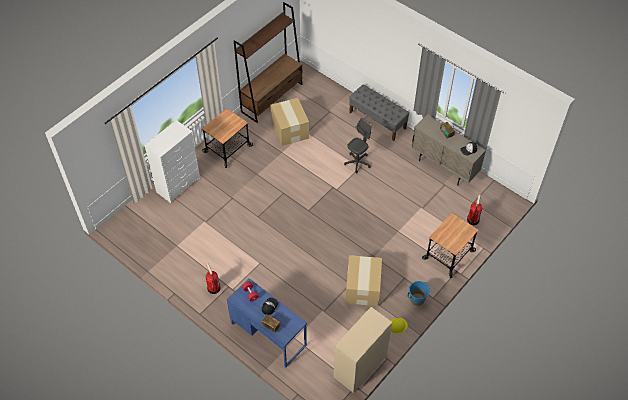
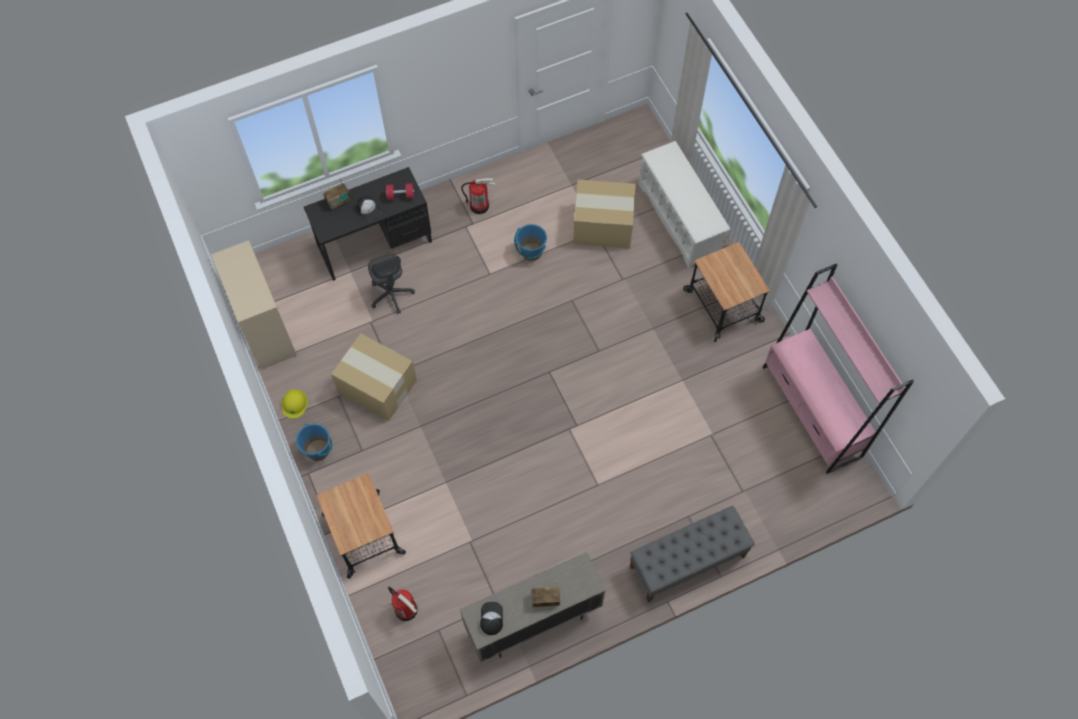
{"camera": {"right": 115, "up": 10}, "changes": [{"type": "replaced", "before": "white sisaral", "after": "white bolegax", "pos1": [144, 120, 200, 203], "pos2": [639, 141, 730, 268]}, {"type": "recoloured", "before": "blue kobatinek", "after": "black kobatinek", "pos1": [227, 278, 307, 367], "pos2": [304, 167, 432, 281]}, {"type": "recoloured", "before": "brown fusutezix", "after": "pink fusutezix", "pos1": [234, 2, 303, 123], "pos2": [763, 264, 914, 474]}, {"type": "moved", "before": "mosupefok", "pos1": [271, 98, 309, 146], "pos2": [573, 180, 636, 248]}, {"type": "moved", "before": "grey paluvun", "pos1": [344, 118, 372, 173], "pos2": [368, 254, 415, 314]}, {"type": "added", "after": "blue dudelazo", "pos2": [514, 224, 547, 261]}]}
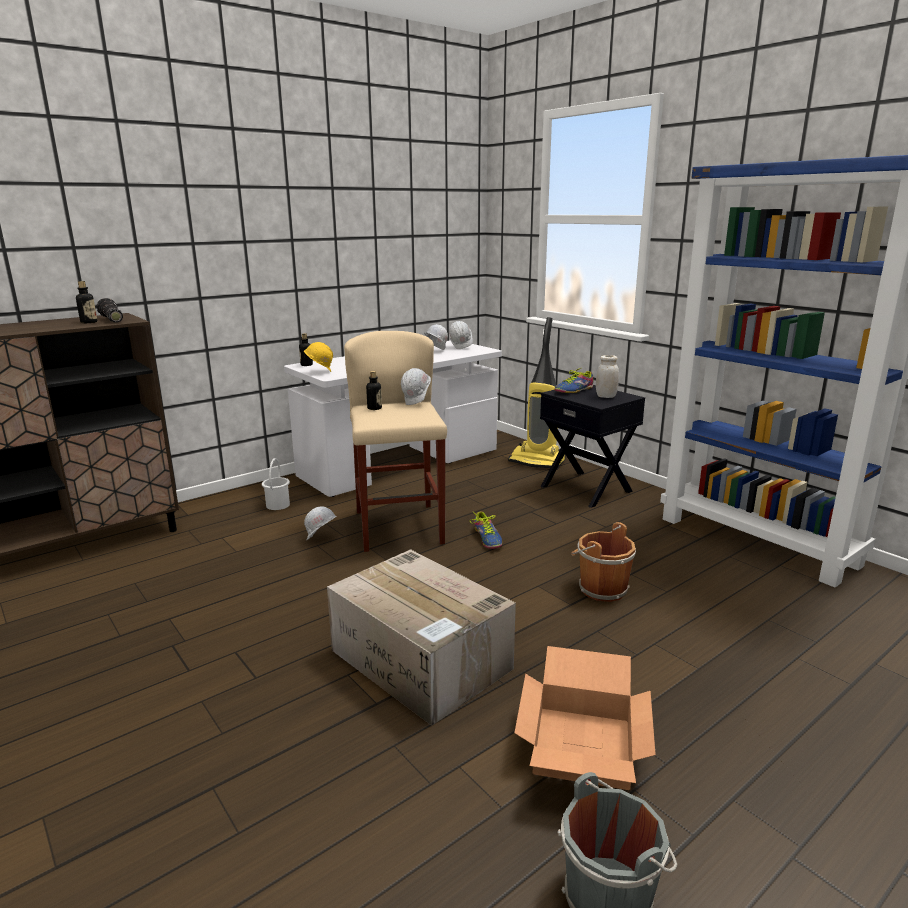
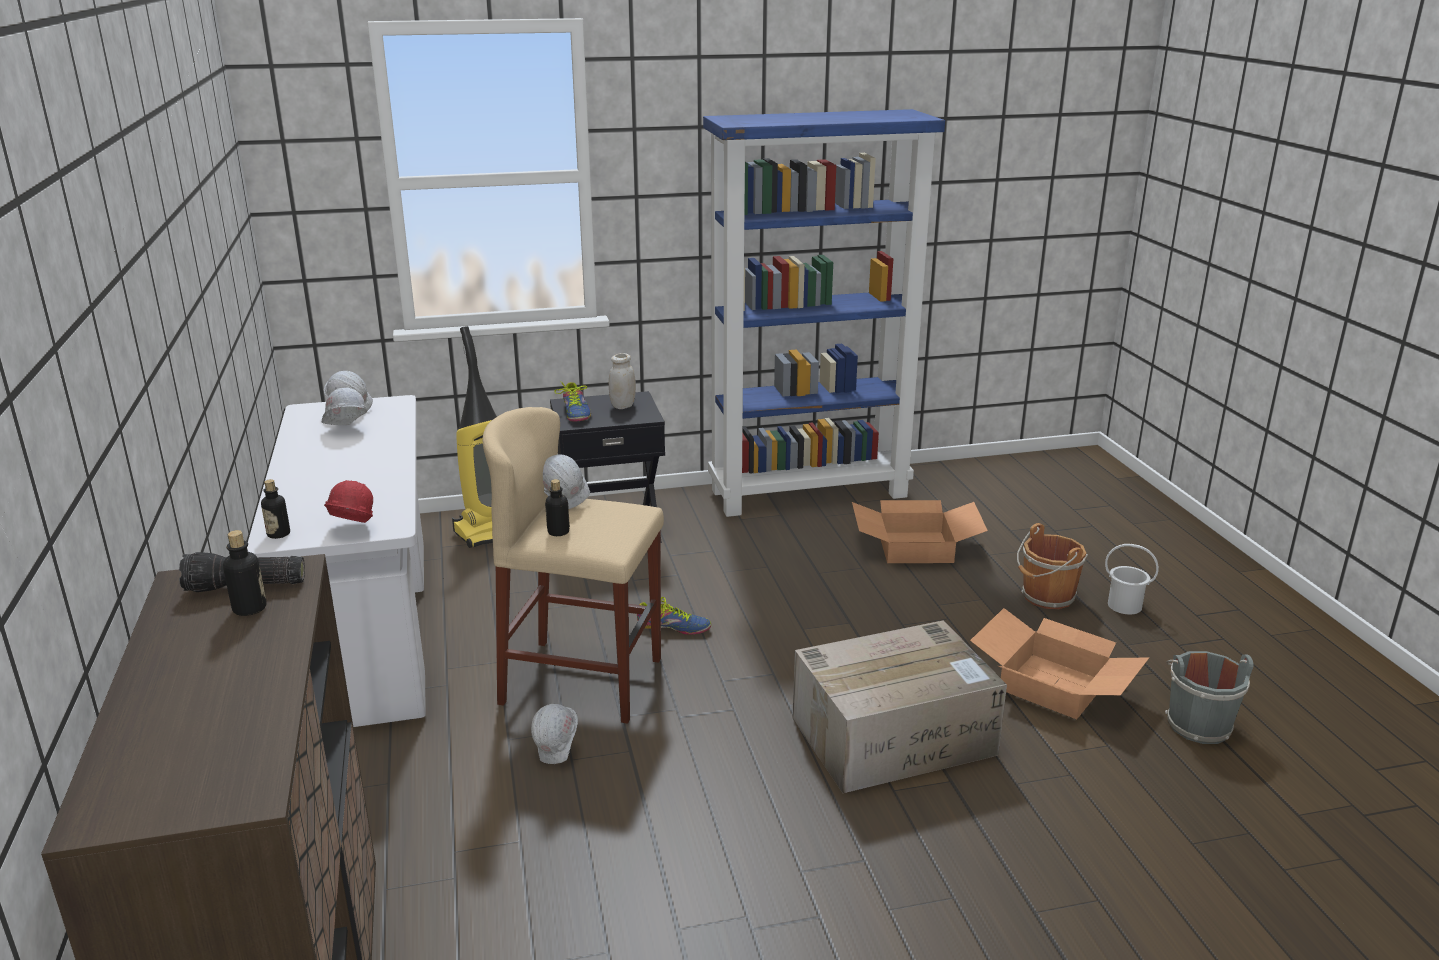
{"camera": {"right": -65, "up": 5}, "changes": [{"type": "moved", "before": "white dudelazo", "pos1": [262, 458, 290, 510], "pos2": [1105, 544, 1159, 615]}, {"type": "recoloured", "before": "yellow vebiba", "after": "red vebiba", "pos1": [304, 342, 333, 372], "pos2": [324, 480, 373, 523]}, {"type": "moved", "before": "brown dudelazo", "pos1": [571, 522, 636, 602], "pos2": [1017, 523, 1088, 609]}, {"type": "added", "after": "mosupefok", "pos2": [852, 500, 988, 563]}]}
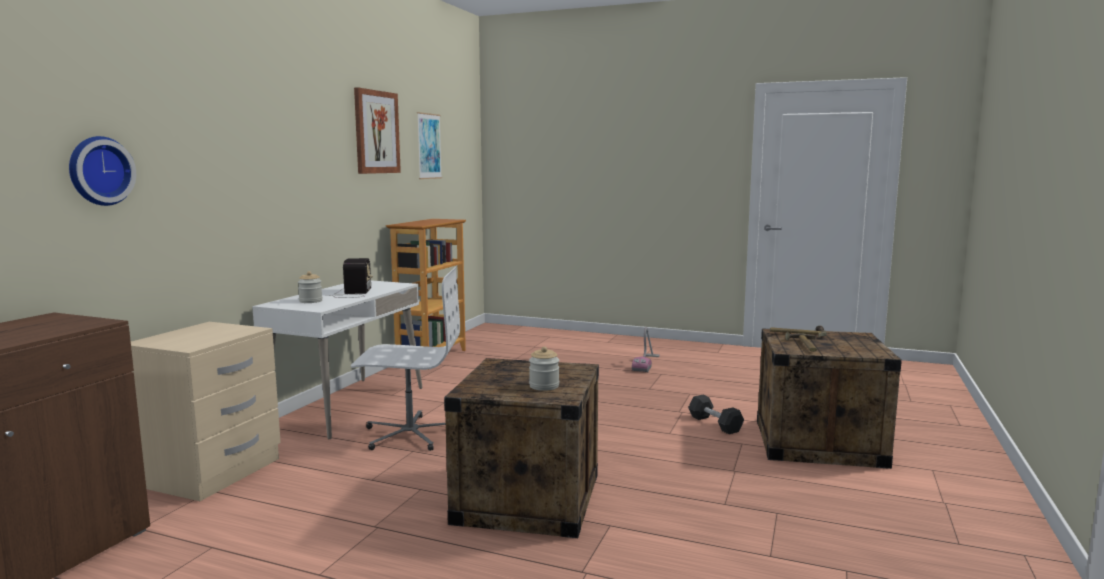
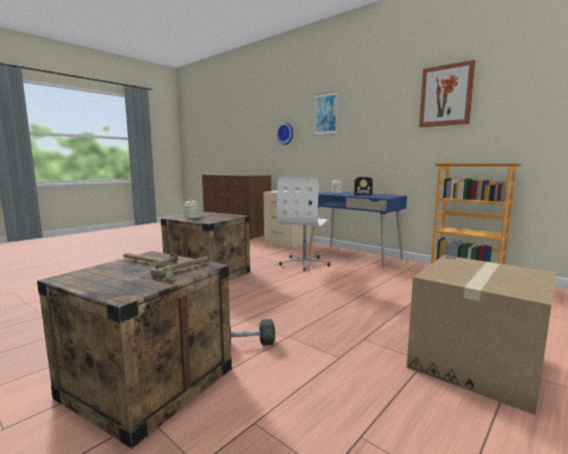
{"camera": {"right": 110, "up": 0}, "changes": [{"type": "recoloured", "before": "white kobatinek", "after": "blue kobatinek", "pos1": [252, 280, 422, 439], "pos2": [309, 191, 407, 269]}, {"type": "moved", "before": "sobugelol", "pos1": [417, 112, 442, 179], "pos2": [314, 91, 338, 136]}, {"type": "replaced", "before": "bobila", "after": "mosupefok", "pos1": [632, 327, 660, 372], "pos2": [407, 255, 556, 415]}]}
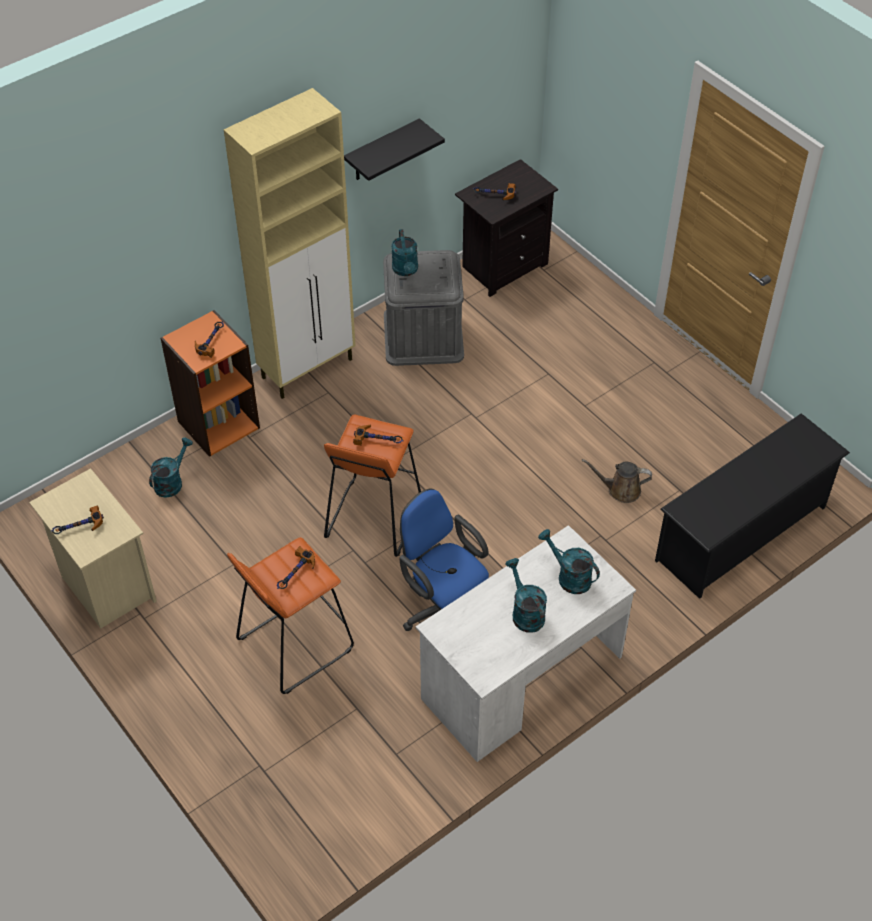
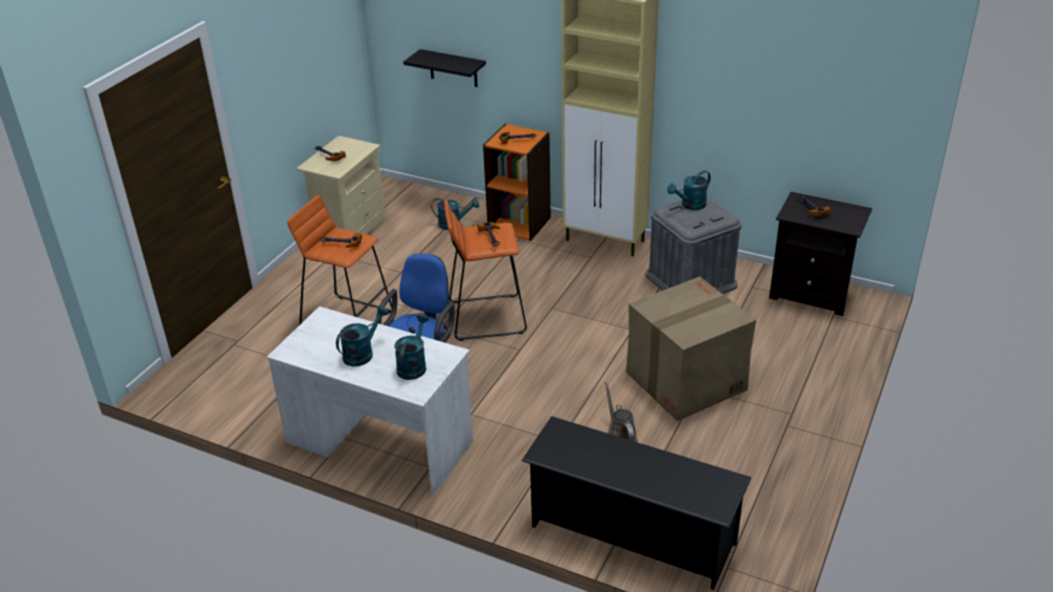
{"camera": {"right": 65, "up": -15}, "changes": [{"type": "moved", "before": "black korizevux", "pos1": [344, 118, 445, 181], "pos2": [403, 49, 486, 87]}, {"type": "added", "after": "mosupefok", "pos2": [626, 277, 756, 421]}]}
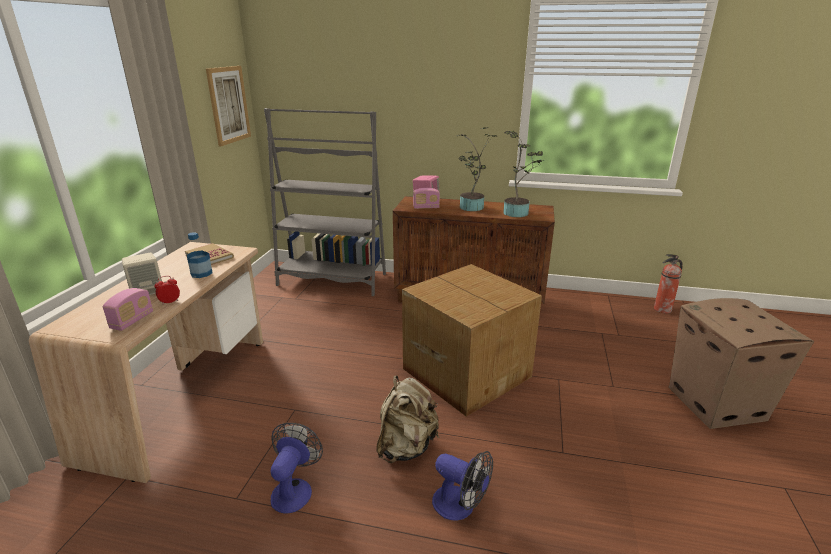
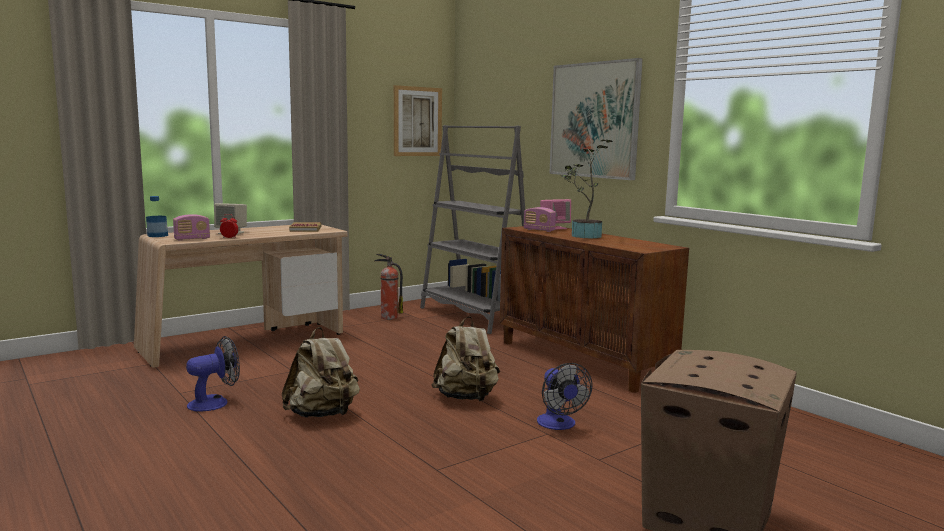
{"camera": {"right": 40, "up": -15}, "changes": [{"type": "moved", "before": "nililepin", "pos1": [187, 232, 212, 278], "pos2": [146, 196, 168, 237]}, {"type": "replaced", "before": "mosupefok", "after": "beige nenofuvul", "pos1": [402, 264, 542, 417], "pos2": [431, 316, 500, 401]}, {"type": "moved", "before": "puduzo", "pos1": [432, 451, 493, 521], "pos2": [537, 363, 592, 430]}, {"type": "removed", "before": "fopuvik", "pos1": [503, 131, 545, 217]}, {"type": "moved", "before": "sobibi", "pos1": [654, 254, 683, 314], "pos2": [374, 254, 403, 320]}, {"type": "added", "after": "sobugelol", "pos2": [549, 58, 643, 180]}]}
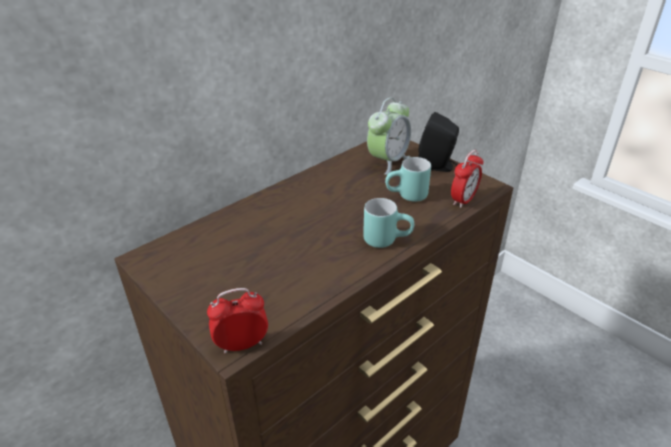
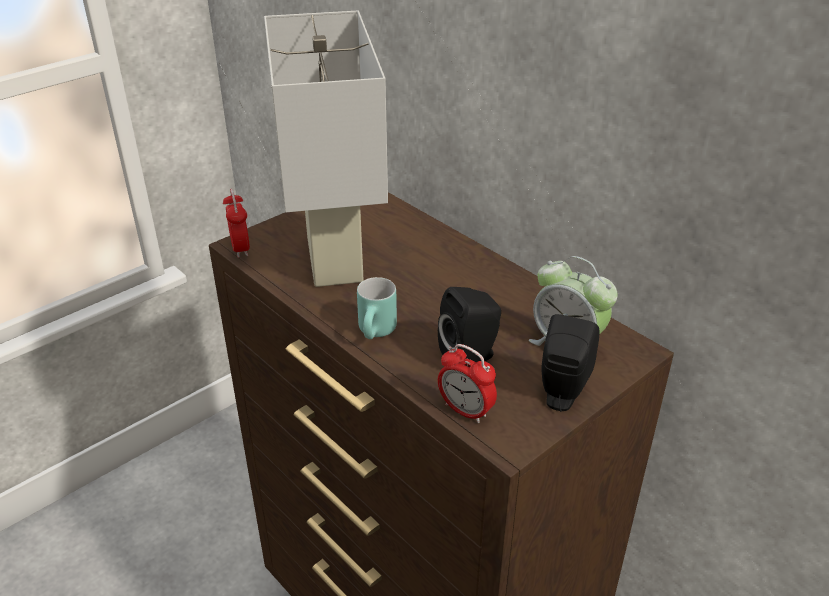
{"camera": {"right": 90, "up": 0}, "changes": [{"type": "replaced", "before": "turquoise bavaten", "after": "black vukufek", "pos1": [385, 157, 431, 202], "pos2": [438, 287, 501, 362]}, {"type": "added", "after": "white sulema", "pos2": [264, 11, 388, 287]}]}
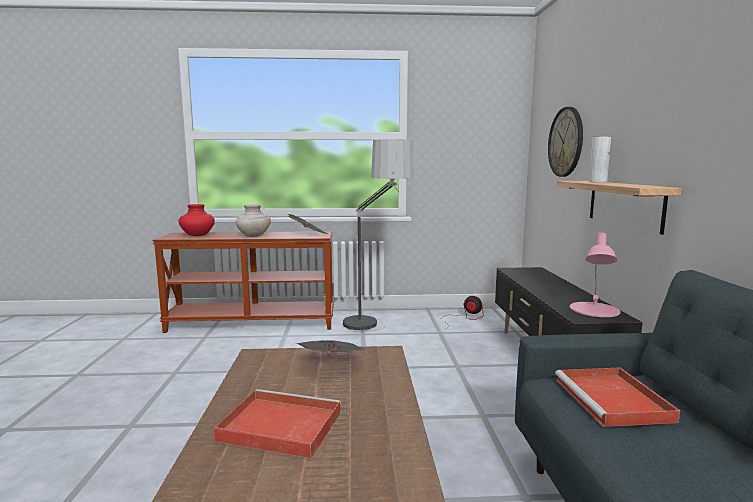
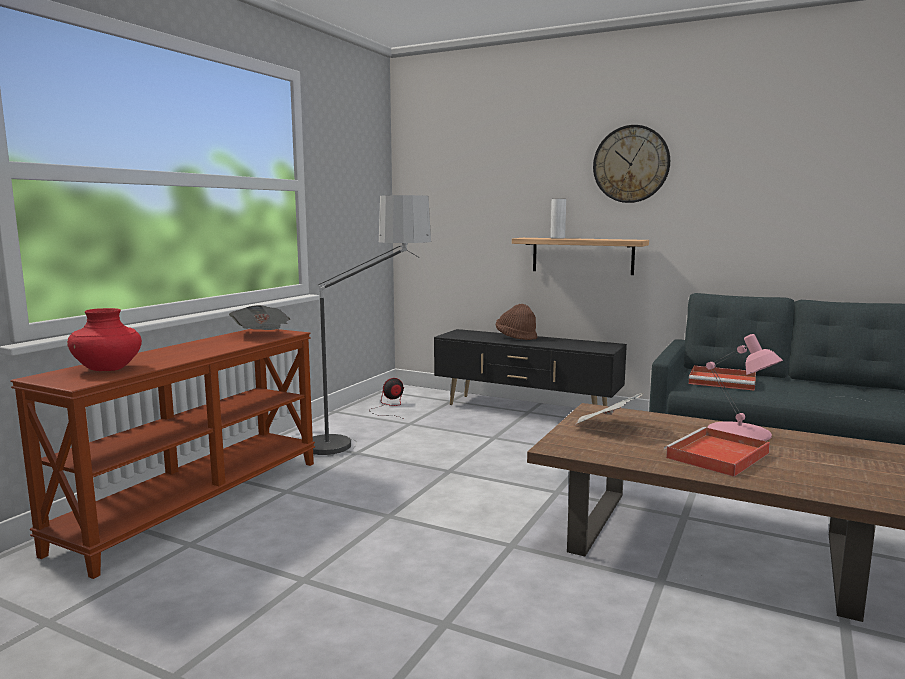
{"camera": {"right": -60, "up": 0}, "changes": [{"type": "removed", "before": "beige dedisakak", "pos1": [236, 205, 271, 237]}, {"type": "moved", "before": "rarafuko", "pos1": [548, 107, 583, 177], "pos2": [593, 125, 670, 203]}, {"type": "moved", "before": "pink sulema", "pos1": [570, 232, 621, 317], "pos2": [706, 334, 783, 441]}, {"type": "added", "after": "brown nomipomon", "pos2": [496, 304, 537, 340]}]}
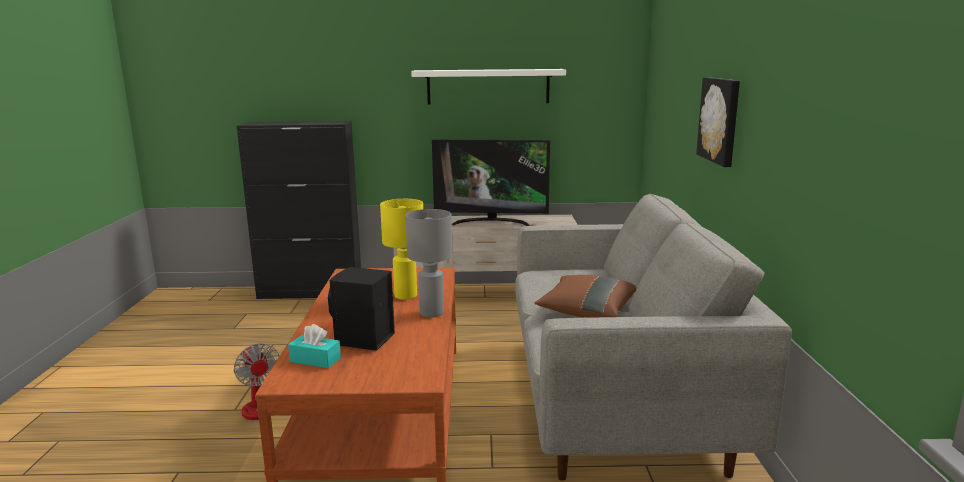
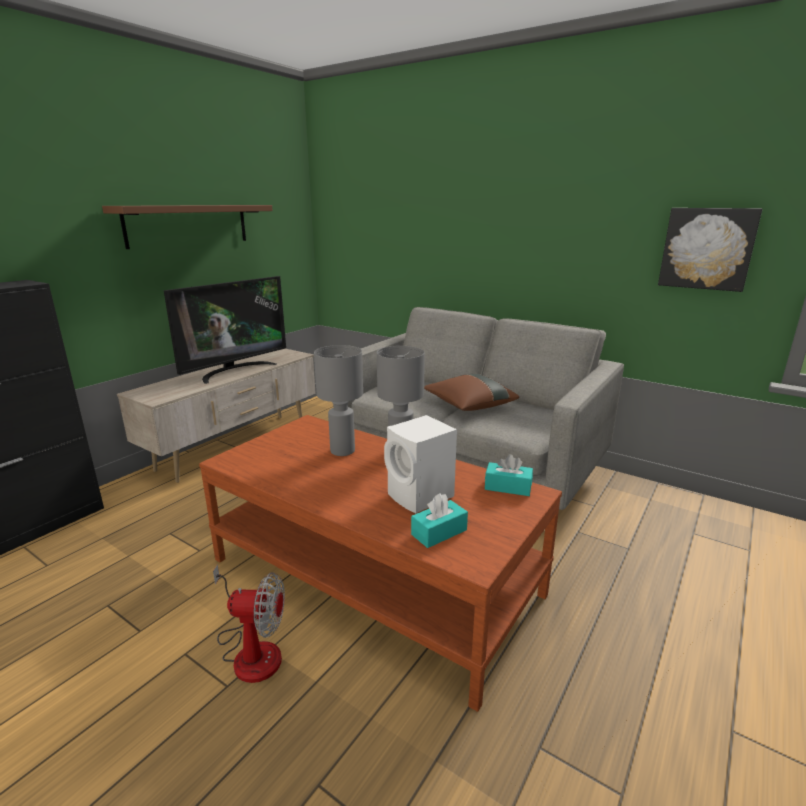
{"camera": {"right": -55, "up": 5}, "changes": [{"type": "recoloured", "before": "black vukufek", "after": "white vukufek", "pos1": [328, 267, 395, 351], "pos2": [384, 415, 457, 513]}, {"type": "recoloured", "before": "yellow sulema", "after": "grey sulema", "pos1": [380, 199, 423, 300], "pos2": [314, 345, 363, 456]}, {"type": "recoloured", "before": "white korizevux", "after": "brown korizevux", "pos1": [411, 69, 566, 104], "pos2": [102, 205, 273, 249]}, {"type": "moved", "before": "sobugelol", "pos1": [696, 77, 740, 167], "pos2": [658, 208, 762, 292]}, {"type": "added", "after": "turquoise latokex", "pos2": [485, 454, 533, 496]}]}
